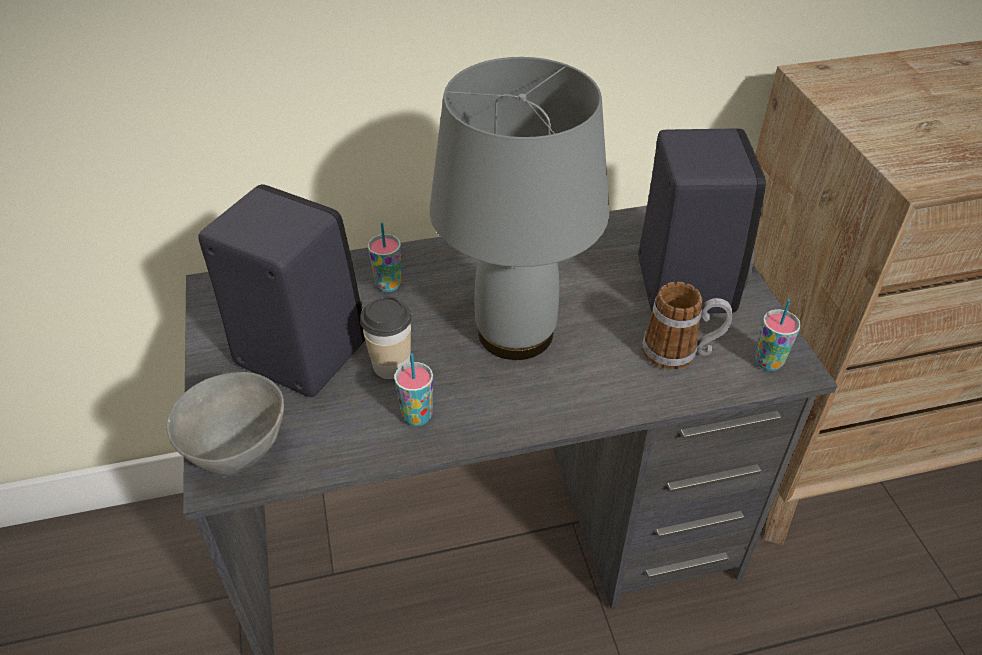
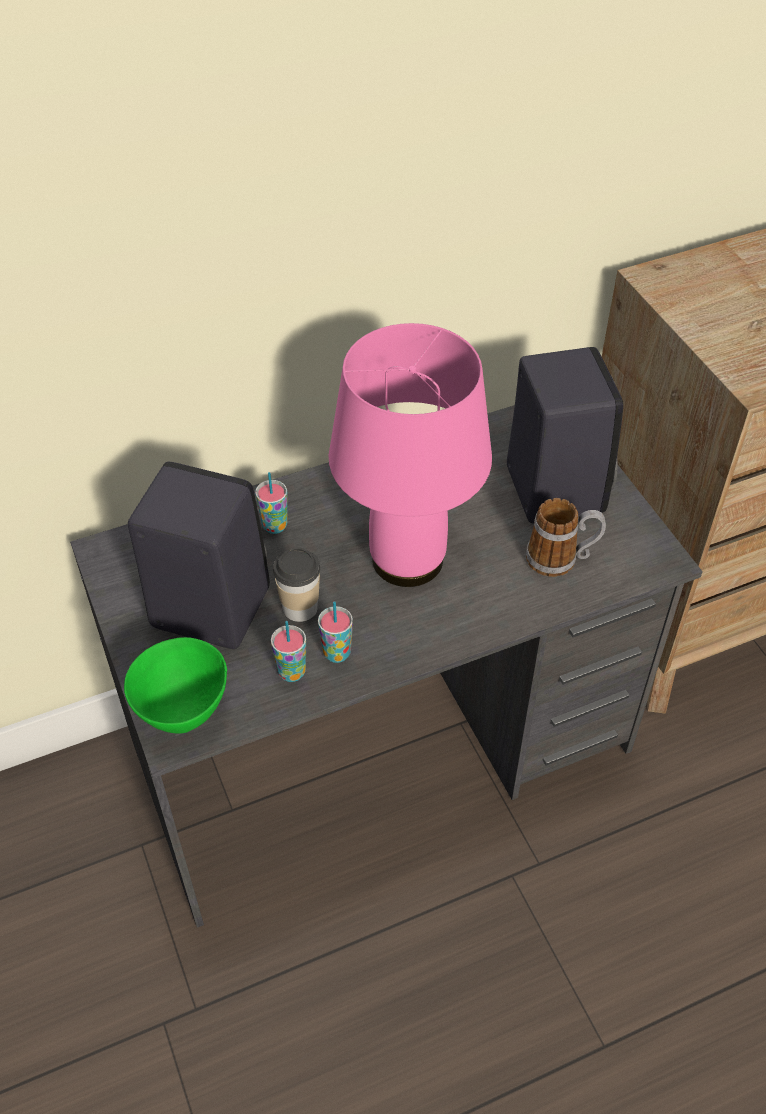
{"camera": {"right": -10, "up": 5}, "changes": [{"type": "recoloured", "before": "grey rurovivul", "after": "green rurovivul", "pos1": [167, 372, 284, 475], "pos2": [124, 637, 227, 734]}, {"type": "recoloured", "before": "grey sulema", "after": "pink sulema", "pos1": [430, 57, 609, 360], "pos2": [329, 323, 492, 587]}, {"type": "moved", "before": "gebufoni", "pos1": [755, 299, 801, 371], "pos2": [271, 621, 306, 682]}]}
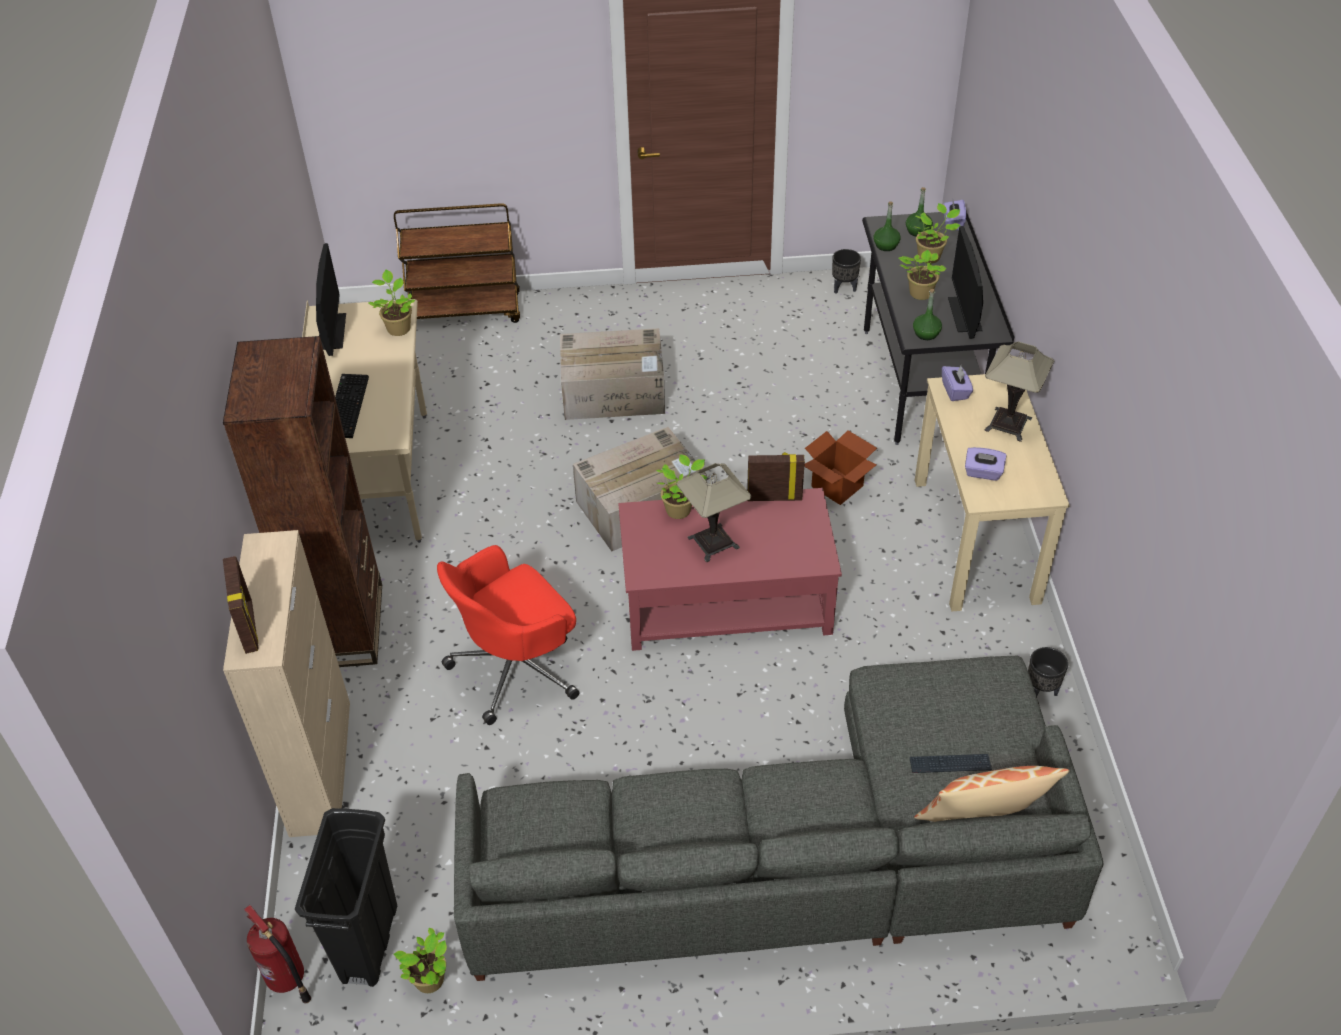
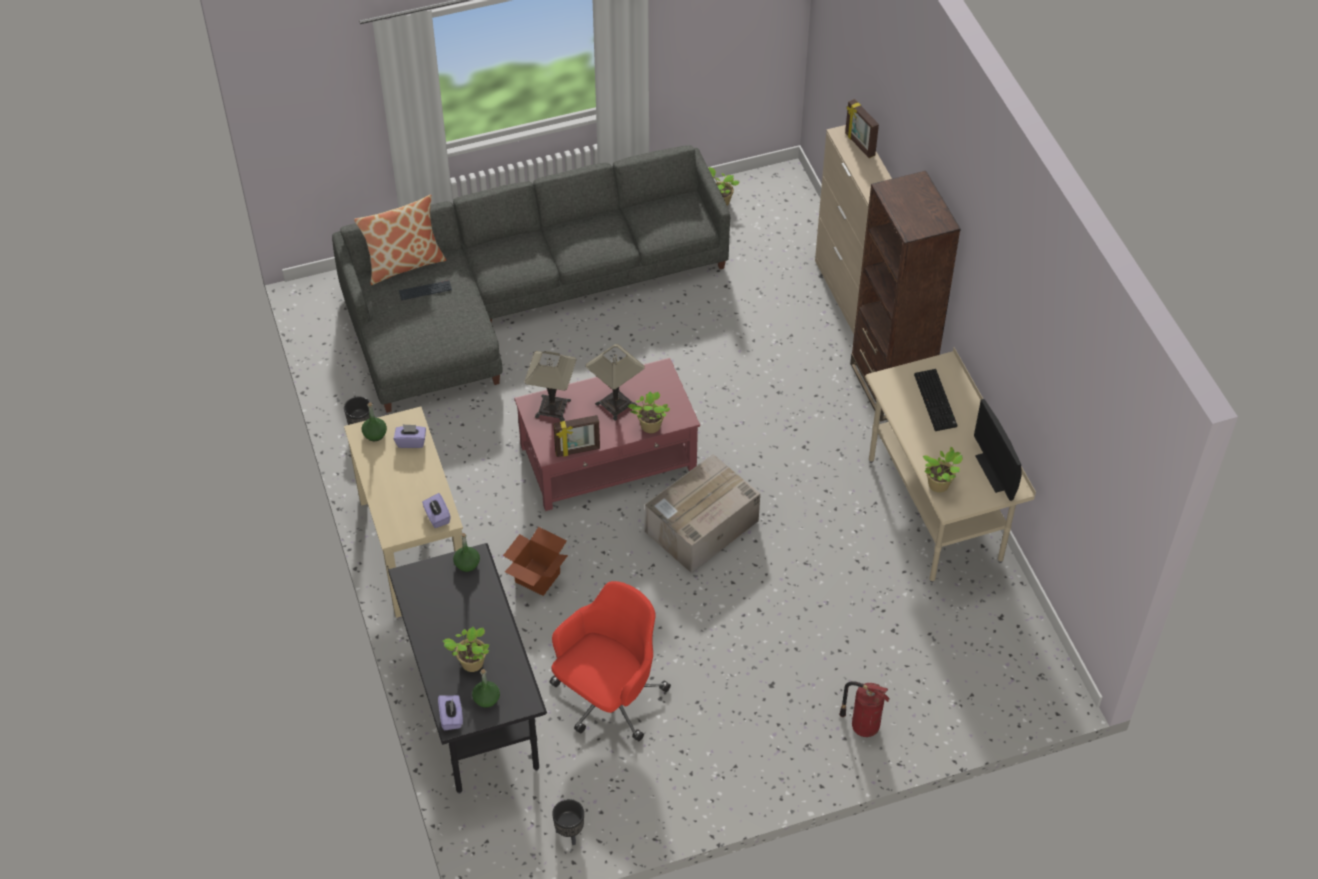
{"camera": {"right": 165, "up": 5}, "changes": [{"type": "moved", "before": "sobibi", "pos1": [244, 905, 311, 1003], "pos2": [839, 681, 890, 737]}, {"type": "removed", "before": "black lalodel", "pos1": [295, 808, 397, 987]}, {"type": "removed", "before": "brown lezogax", "pos1": [394, 203, 520, 323]}, {"type": "moved", "before": "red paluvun", "pos1": [437, 545, 580, 725], "pos2": [550, 581, 671, 741]}, {"type": "removed", "before": "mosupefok", "pos1": [560, 328, 665, 420]}, {"type": "moved", "before": "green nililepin", "pos1": [874, 202, 901, 251], "pos2": [362, 403, 387, 441]}, {"type": "removed", "before": "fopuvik", "pos1": [899, 250, 946, 300]}, {"type": "removed", "before": "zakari", "pos1": [948, 226, 983, 339]}, {"type": "moved", "before": "sulema", "pos1": [984, 342, 1054, 442], "pos2": [524, 351, 577, 422]}]}
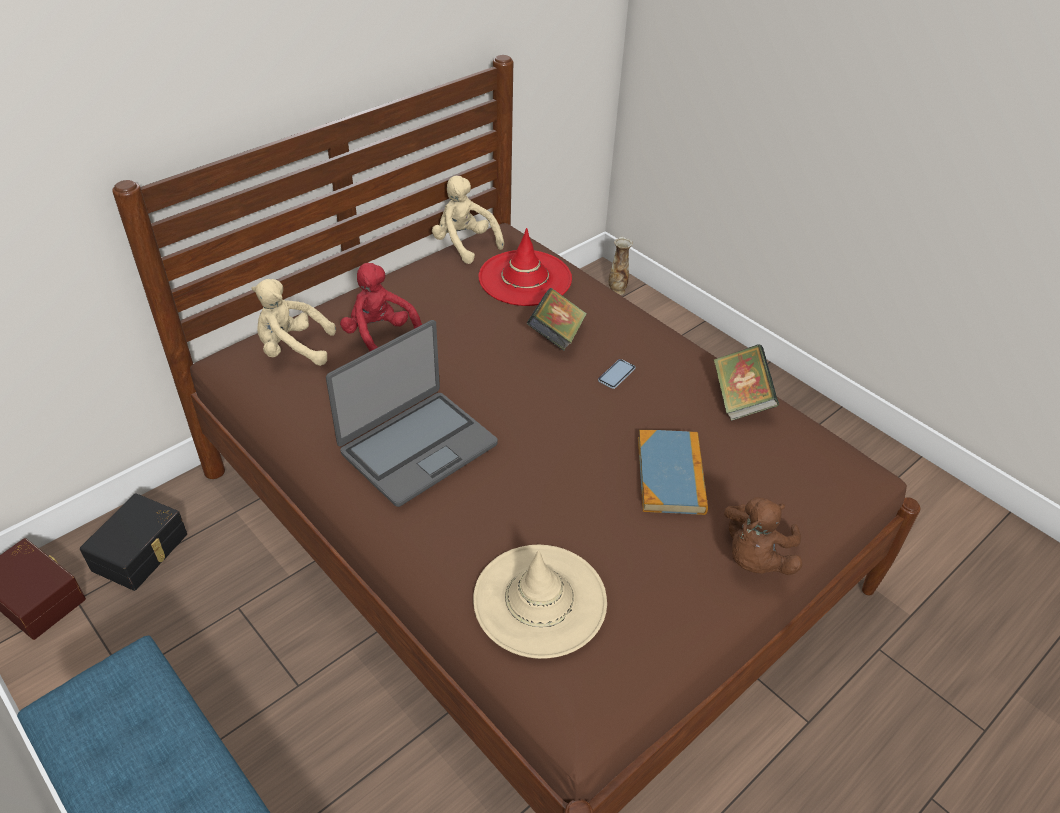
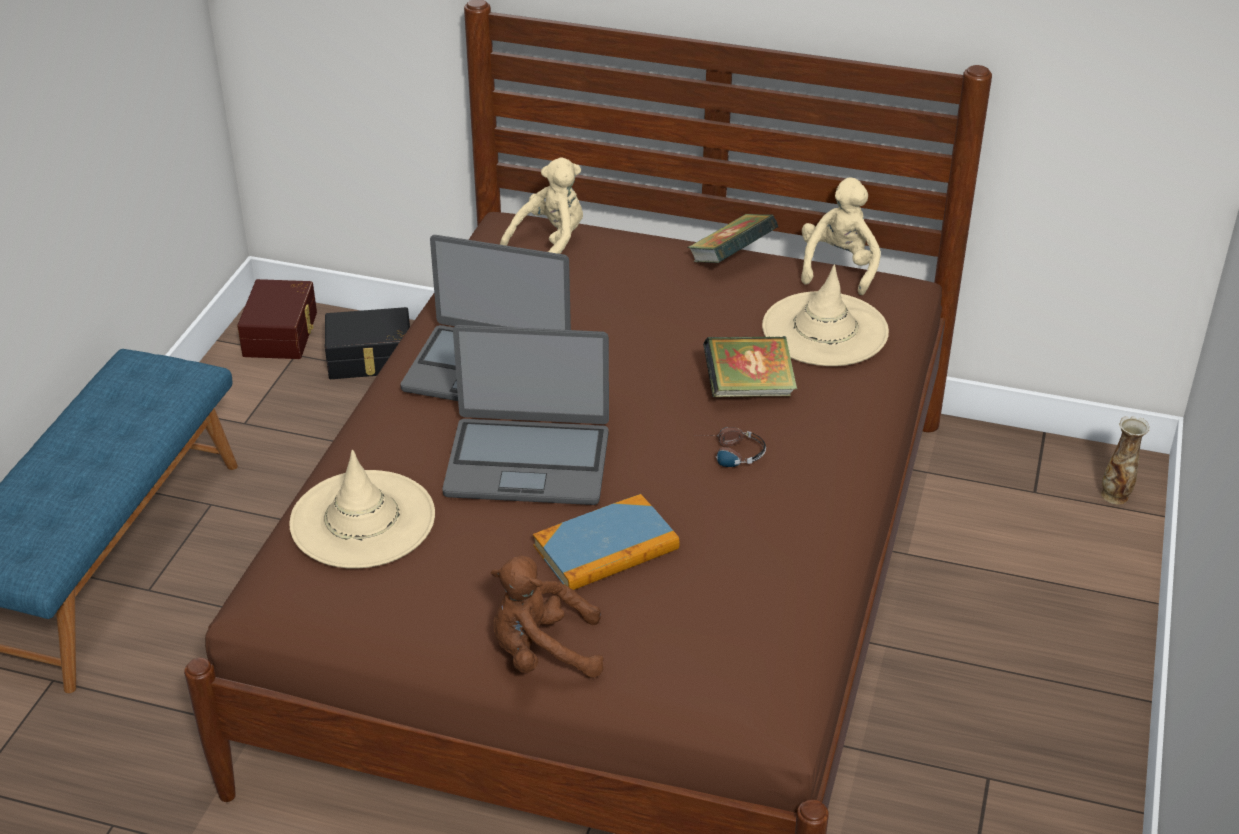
{"camera": {"right": 60, "up": -5}, "changes": [{"type": "turned", "before": "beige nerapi", "pos1": [251, 279, 336, 366], "pos2": [500, 157, 583, 254], "turn": 75}, {"type": "removed", "before": "red nerapi", "pos1": [340, 263, 422, 351]}, {"type": "recoloured", "before": "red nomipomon", "after": "beige nomipomon", "pos1": [479, 228, 572, 306], "pos2": [762, 265, 889, 366]}, {"type": "replaced", "before": "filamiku", "after": "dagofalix", "pos1": [598, 359, 635, 389], "pos2": [705, 427, 766, 467]}, {"type": "moved", "before": "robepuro", "pos1": [714, 344, 779, 421], "pos2": [687, 214, 778, 263]}, {"type": "added", "after": "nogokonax", "pos2": [442, 325, 609, 505]}]}
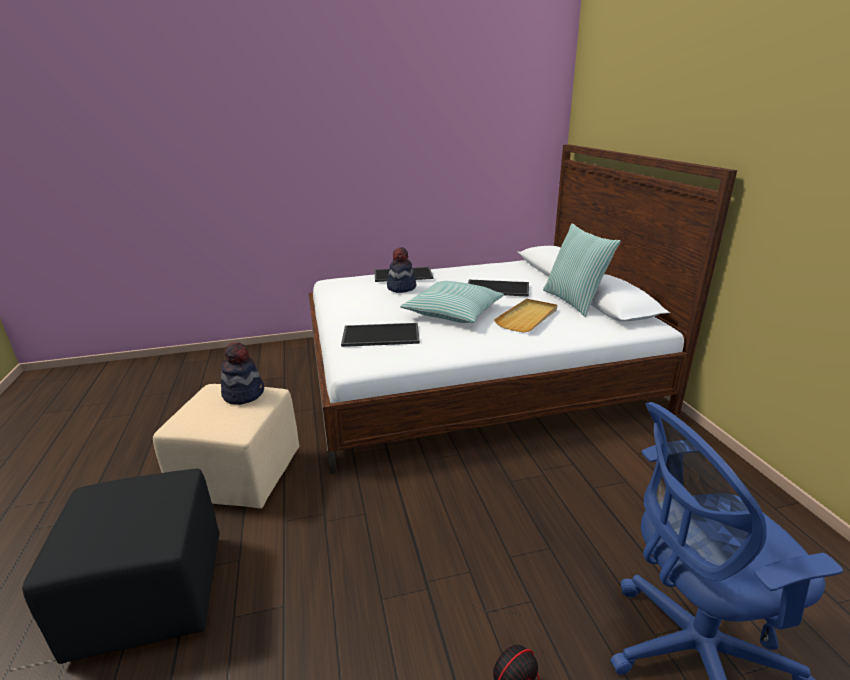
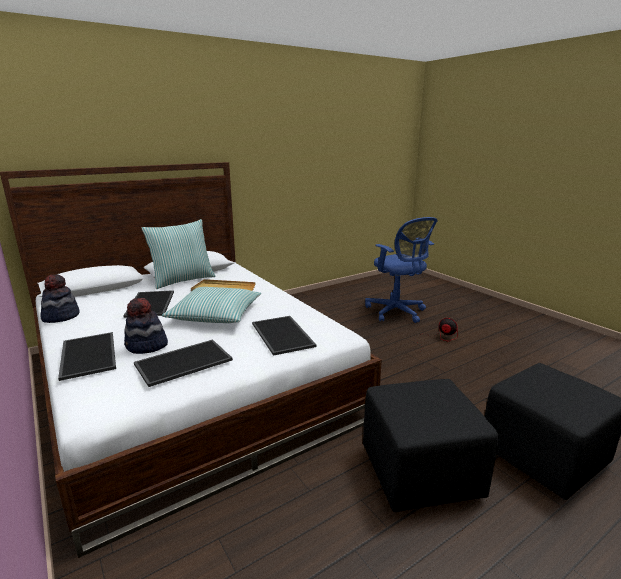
{"camera": {"right": -110, "up": -5}, "changes": [{"type": "recoloured", "before": "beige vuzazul", "after": "black vuzazul", "pos1": [153, 384, 299, 509], "pos2": [363, 379, 498, 512]}, {"type": "moved", "before": "nomipomon", "pos1": [221, 342, 264, 405], "pos2": [40, 274, 80, 323]}, {"type": "added", "after": "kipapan", "pos2": [134, 340, 233, 387]}]}
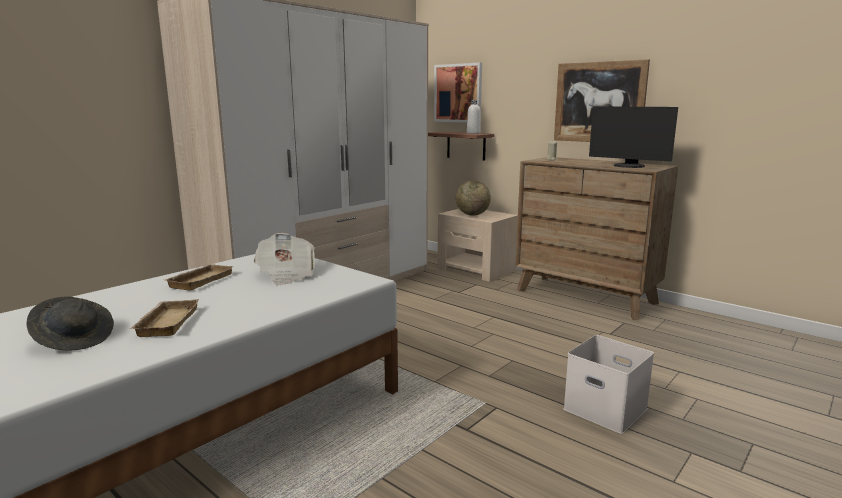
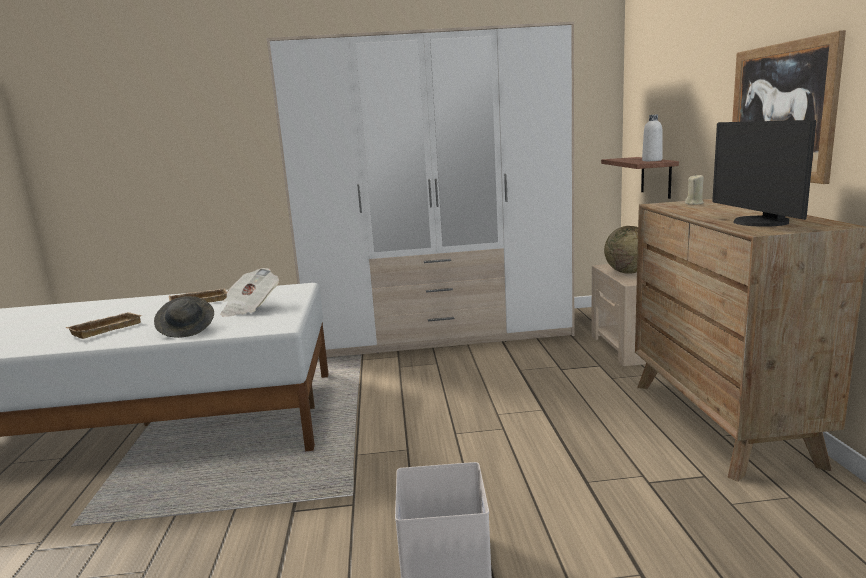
{"camera": {"right": 45, "up": 0}, "changes": [{"type": "moved", "before": "grey nomipomon", "pos1": [26, 296, 114, 351], "pos2": [154, 296, 214, 338]}, {"type": "removed", "before": "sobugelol", "pos1": [434, 63, 482, 123]}]}
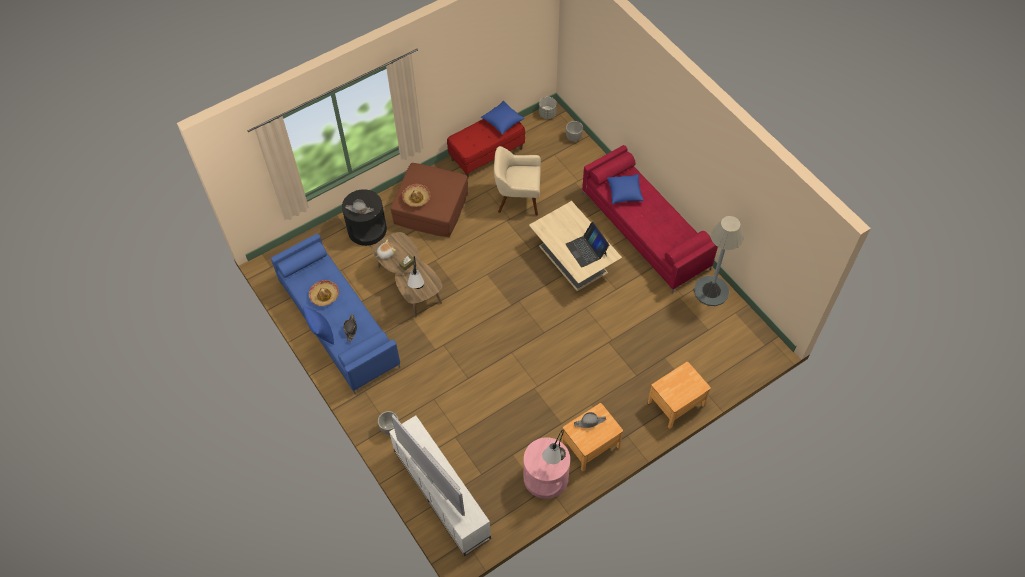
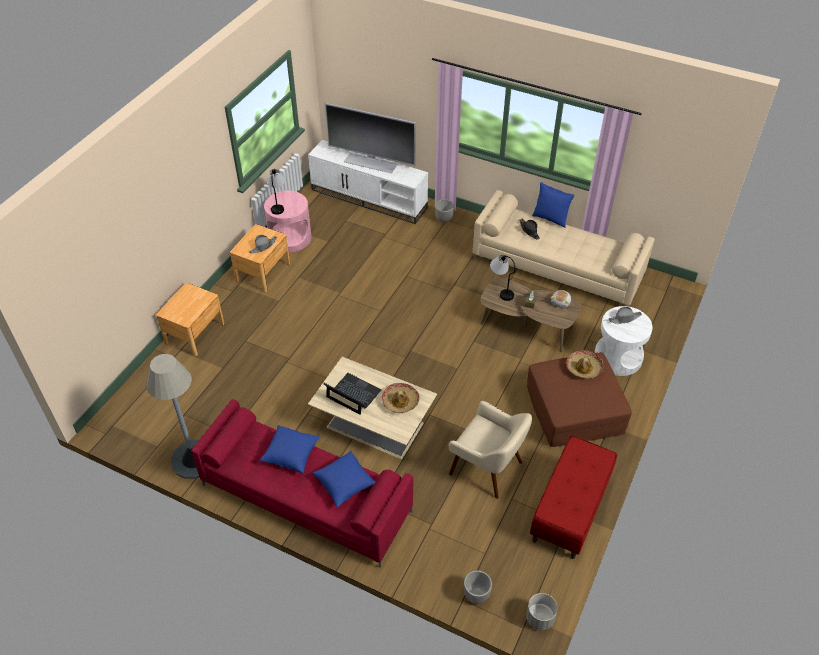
{"camera": {"right": 150, "up": -10}, "changes": [{"type": "recoloured", "before": "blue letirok", "after": "beige letirok", "pos1": [271, 234, 400, 394], "pos2": [473, 190, 655, 307]}, {"type": "moved", "before": "nomipomon", "pos1": [309, 280, 339, 306], "pos2": [381, 383, 419, 413]}, {"type": "recoloured", "before": "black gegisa", "after": "white gegisa", "pos1": [342, 189, 387, 246], "pos2": [594, 306, 652, 376]}, {"type": "moved", "before": "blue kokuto", "pos1": [481, 101, 525, 135], "pos2": [260, 425, 320, 474]}, {"type": "turned", "before": "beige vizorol", "pos1": [494, 146, 541, 215], "pos2": [449, 401, 532, 499], "turn": 60}]}
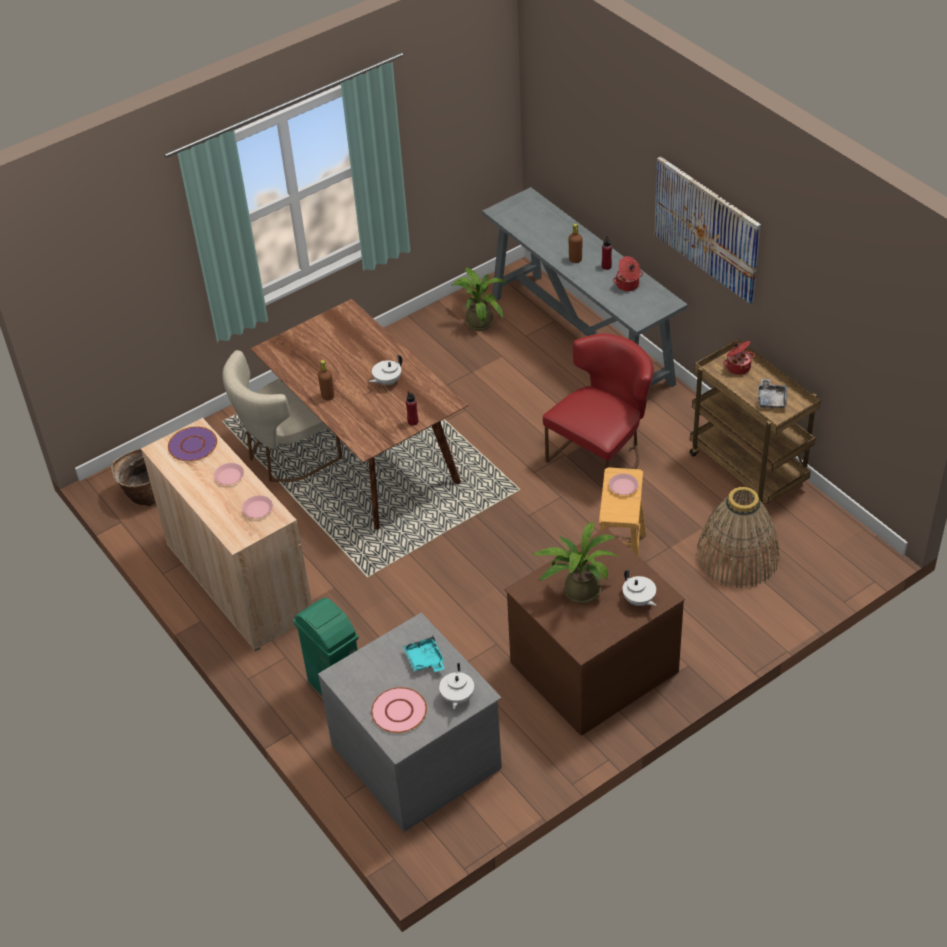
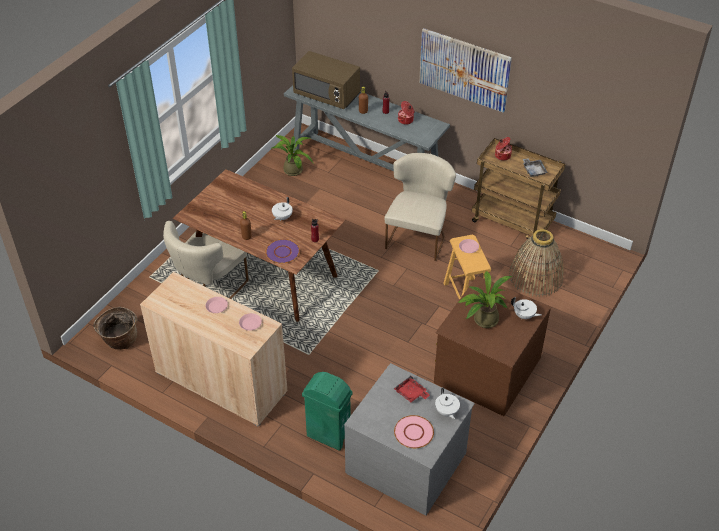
{"camera": {"right": -25, "up": 0}, "changes": [{"type": "moved", "before": "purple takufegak", "pos1": [168, 427, 217, 462], "pos2": [266, 239, 300, 263]}, {"type": "recoloured", "before": "turquoise kipapan", "after": "red kipapan", "pos1": [403, 636, 445, 672], "pos2": [394, 375, 430, 402]}, {"type": "recoloured", "before": "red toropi", "after": "beige toropi", "pos1": [543, 333, 654, 469], "pos2": [385, 153, 456, 261]}, {"type": "added", "after": "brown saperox", "pos2": [292, 51, 360, 109]}]}
